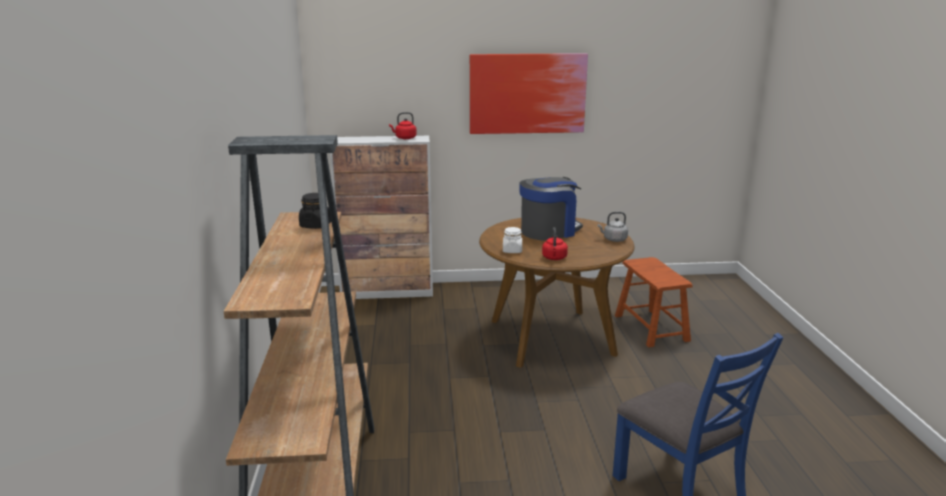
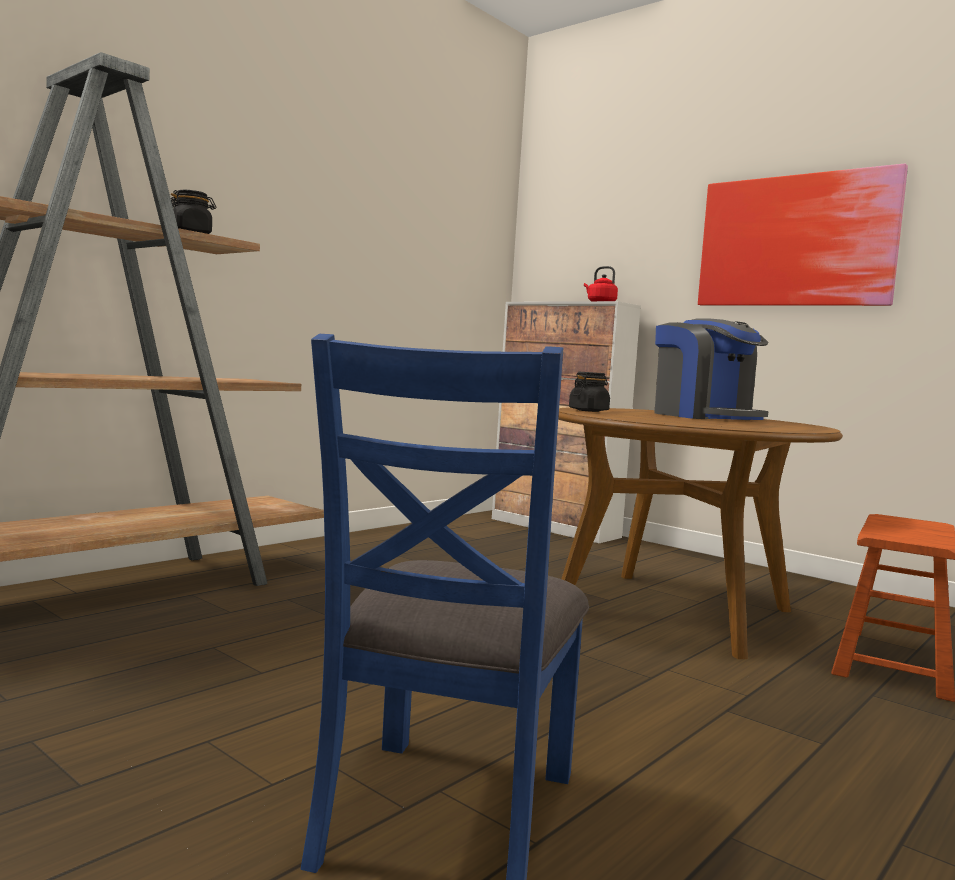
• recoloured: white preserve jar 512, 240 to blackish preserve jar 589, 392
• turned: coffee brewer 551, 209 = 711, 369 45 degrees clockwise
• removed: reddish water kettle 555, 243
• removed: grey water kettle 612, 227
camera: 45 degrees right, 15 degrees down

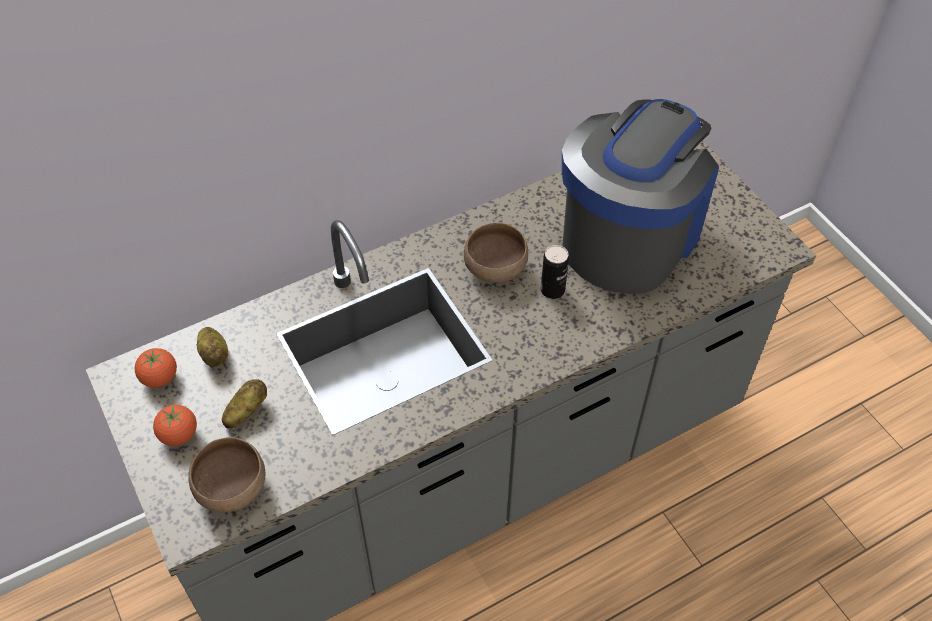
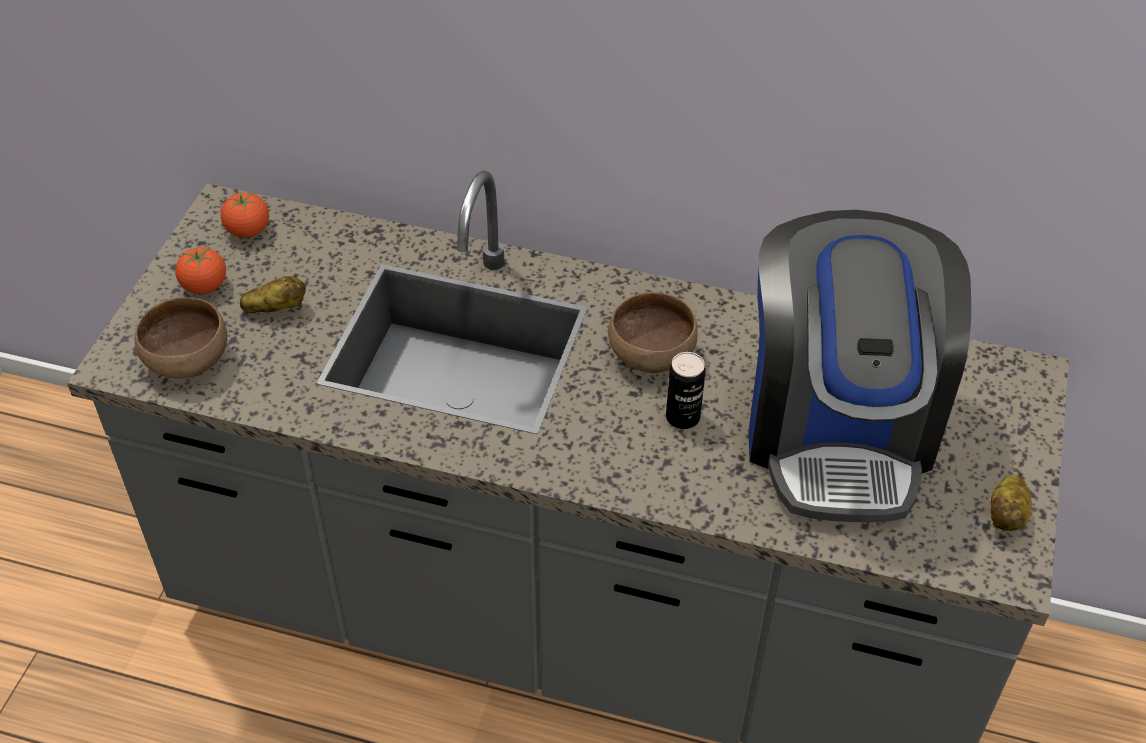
• turned: coffee brewer 640, 196 = 860, 366 105 degrees clockwise
• moved: spud 212, 347 to 1011, 503
camera: 45 degrees right, 5 degrees down

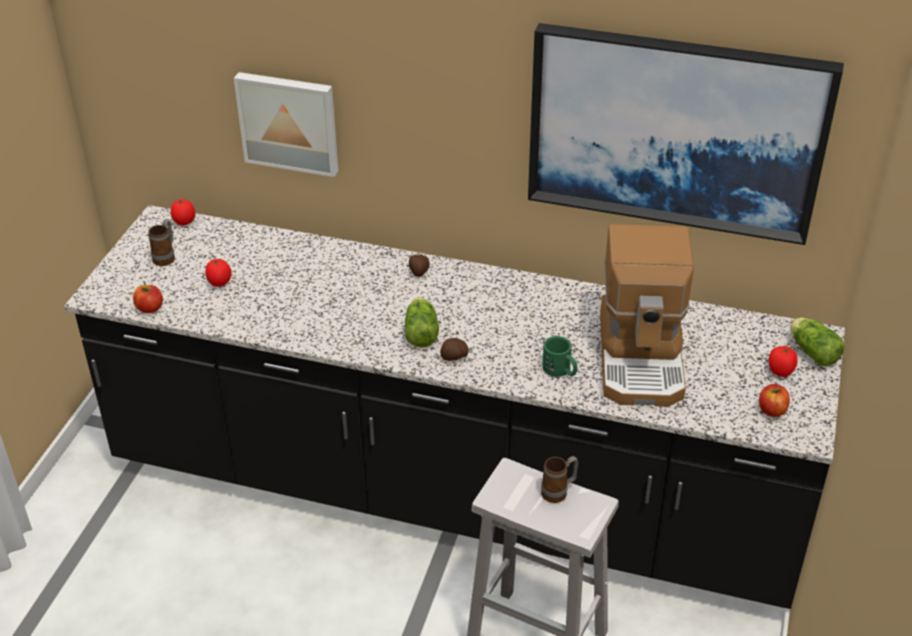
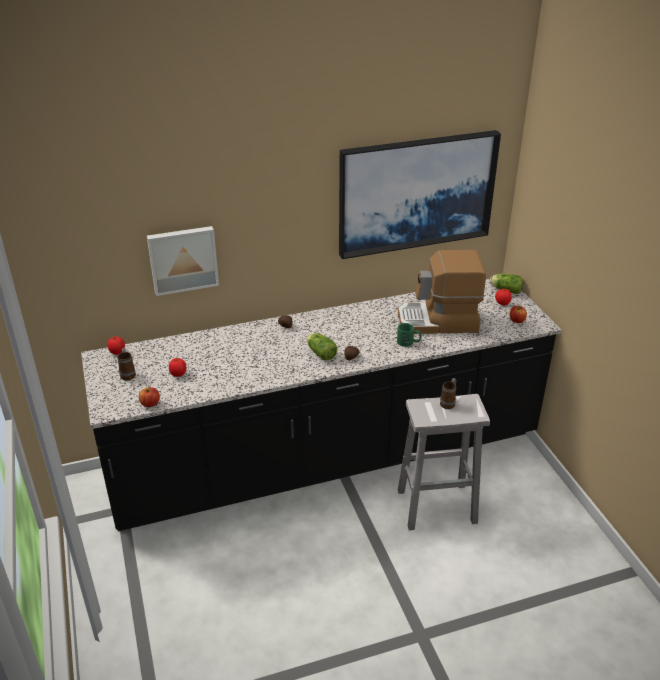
• turned: coffee brewer 647, 315 = 442, 292 120 degrees clockwise
camera: 35 degrees left, 5 degrees down

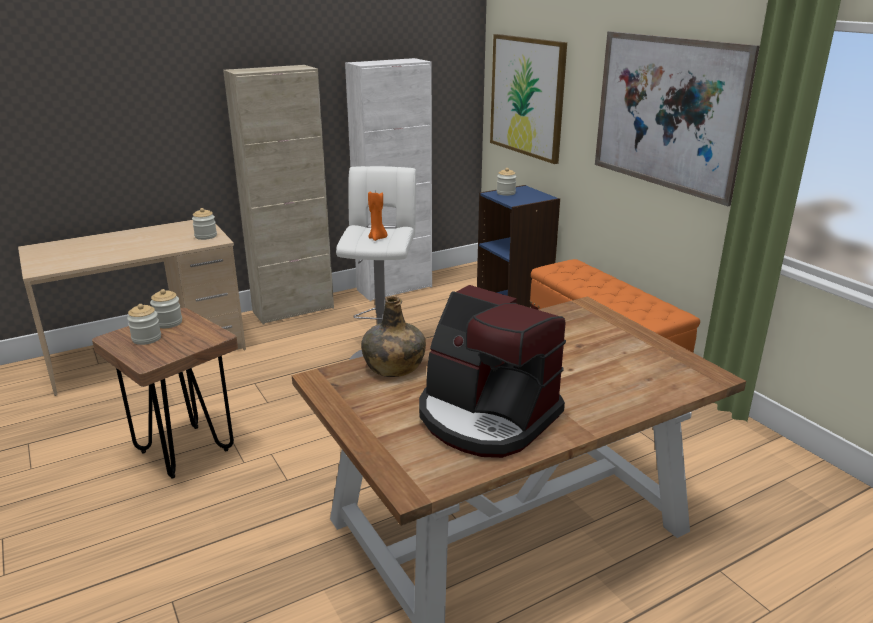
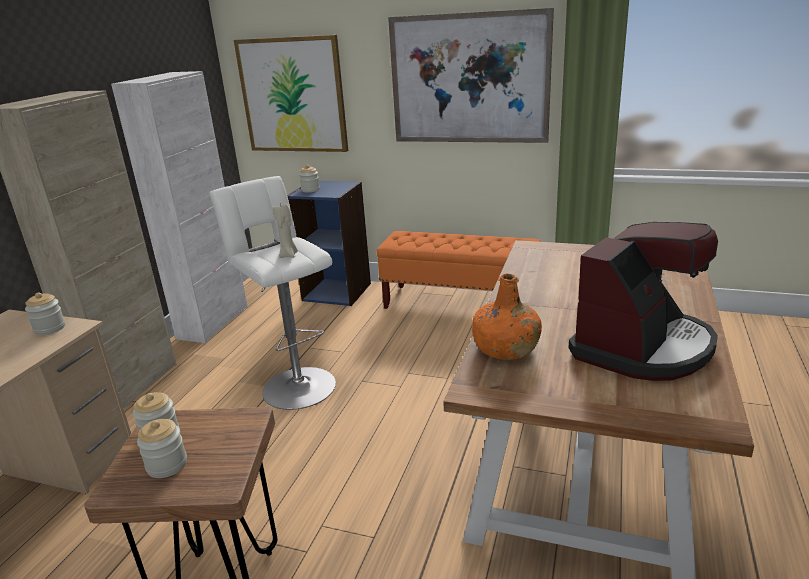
• recoloured: orange wax light 377, 215 to beige wax light 285, 230
• recoloured: green beverage bottle 393, 336 to orange beverage bottle 507, 317
• turned: coffee brewer 492, 371 = 643, 301 45 degrees counterclockwise
camera: 40 degrees left, 0 degrees up

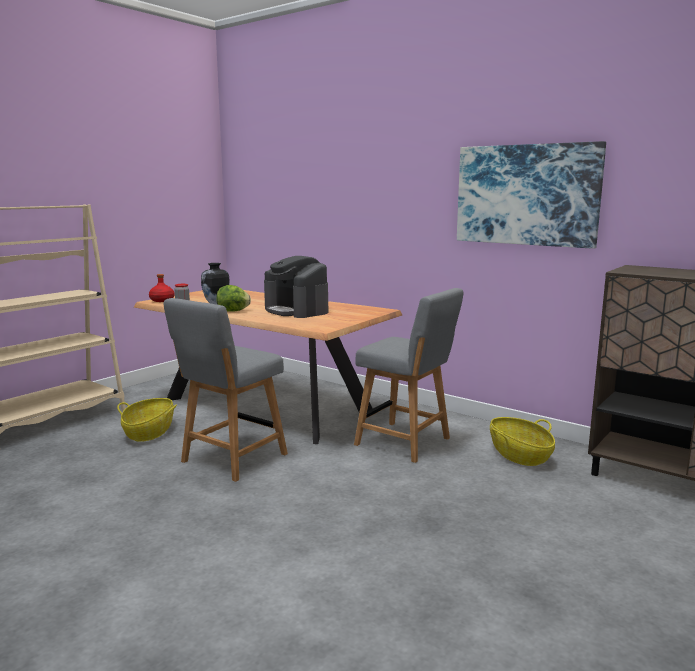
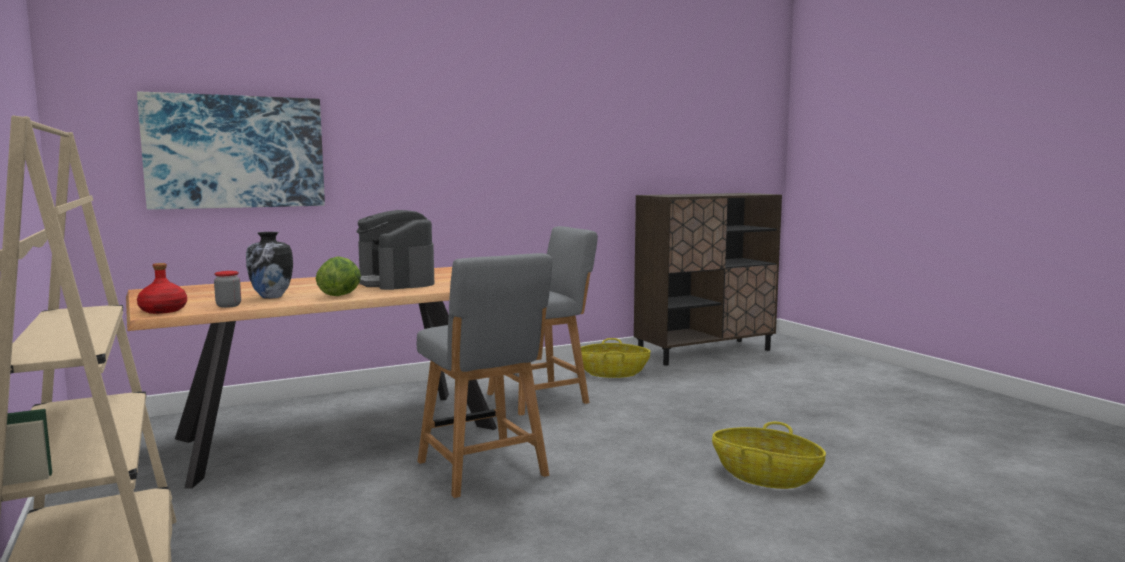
• moved: picture 531, 195 to 231, 150
• turned: coffee brewer 296, 287 = 395, 250 75 degrees clockwise
• moved: basket 147, 420 to 769, 455
camera: 65 degrees left, 5 degrees down

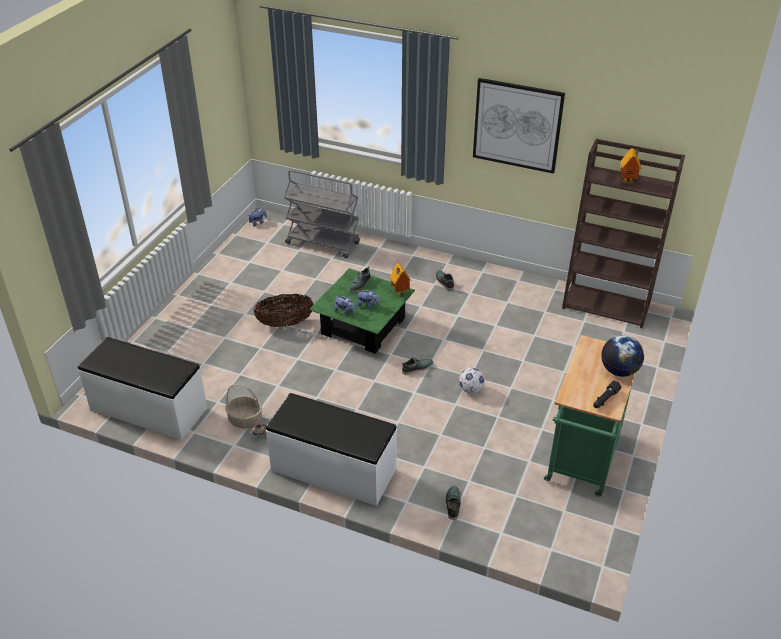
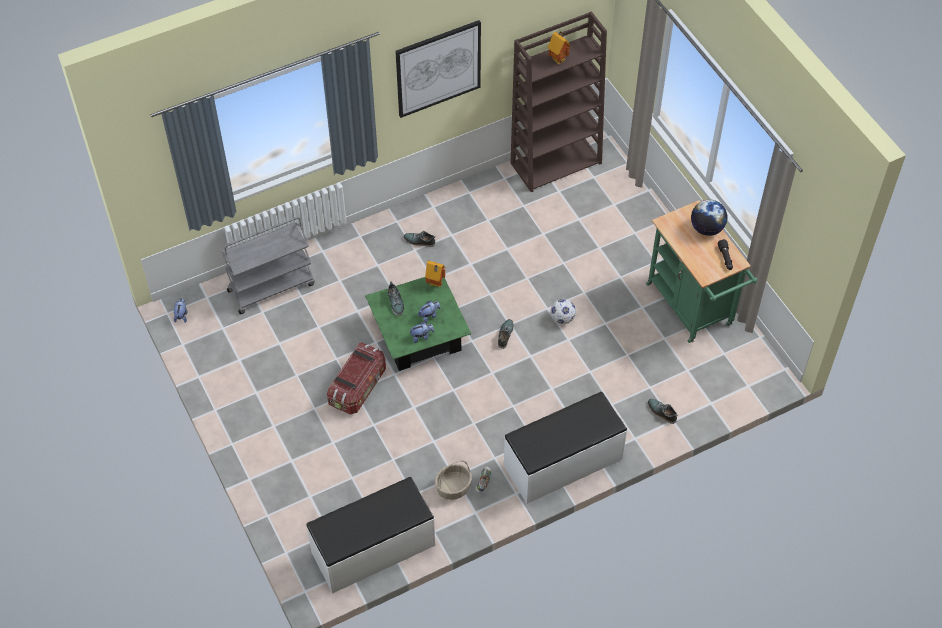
• replaced: basket 284, 310 to storage box 356, 378
camera: 50 degrees left, 15 degrees up

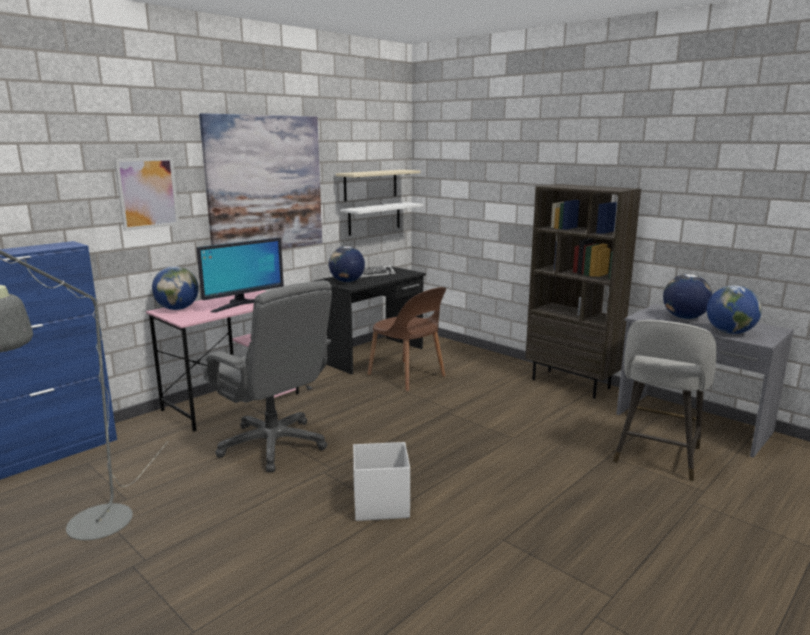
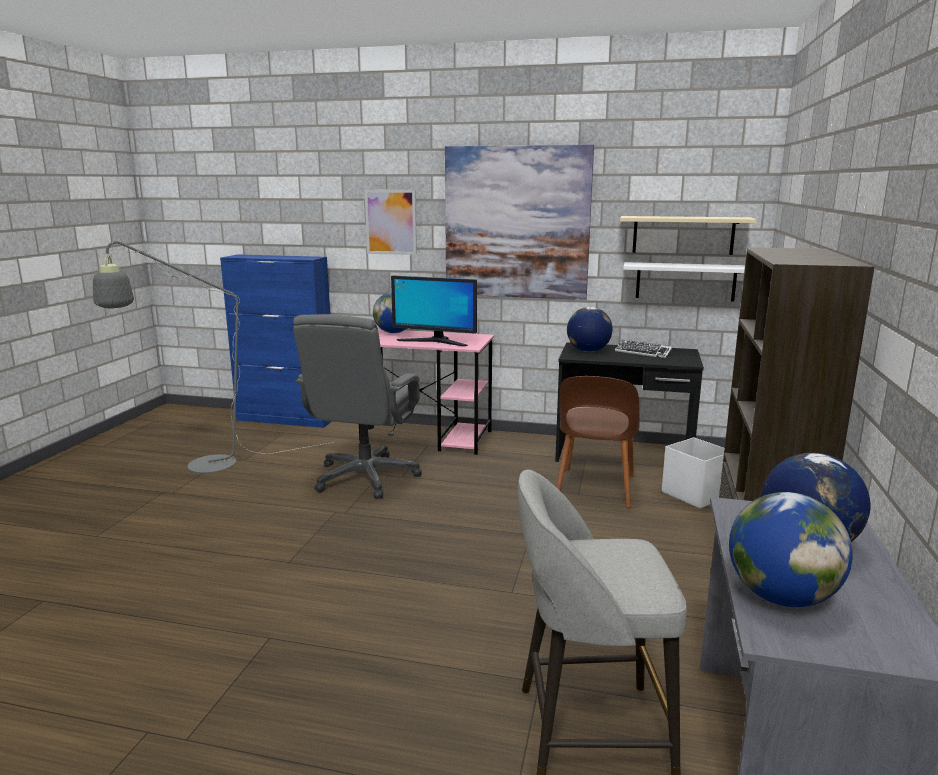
• moved: white storage box 381, 481 to 693, 472
camera: 60 degrees right, 0 degrees up

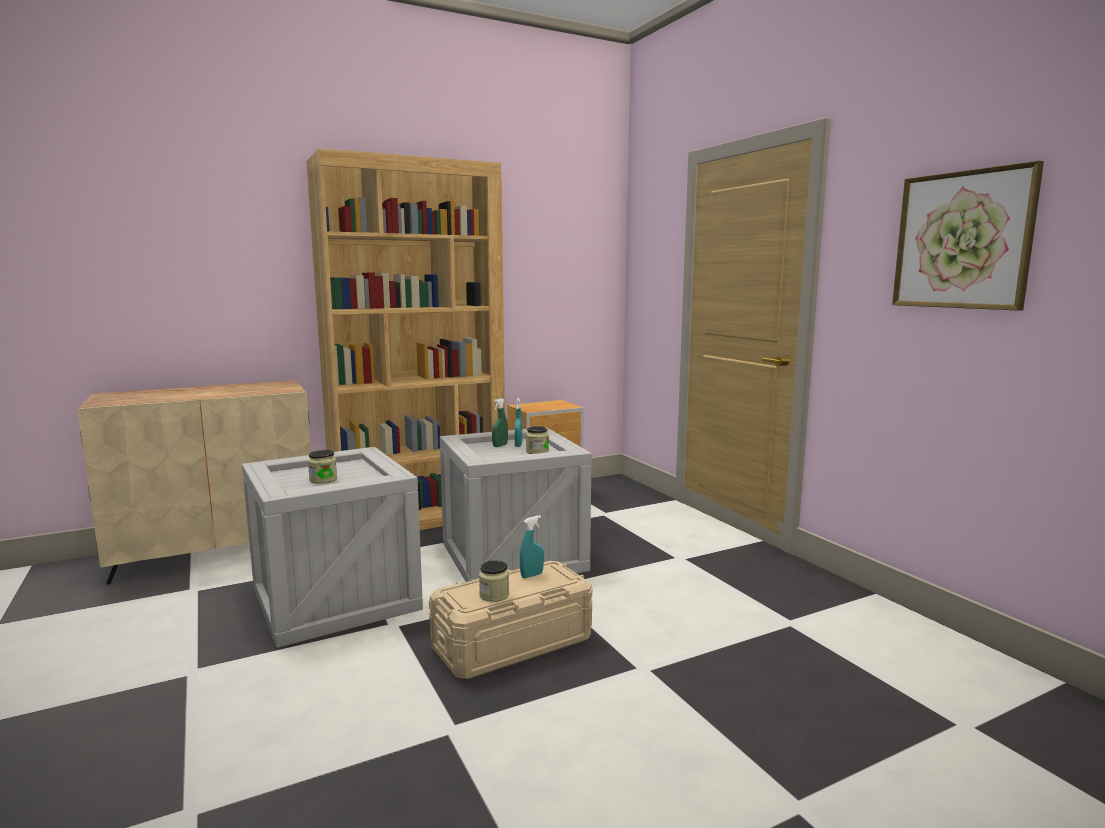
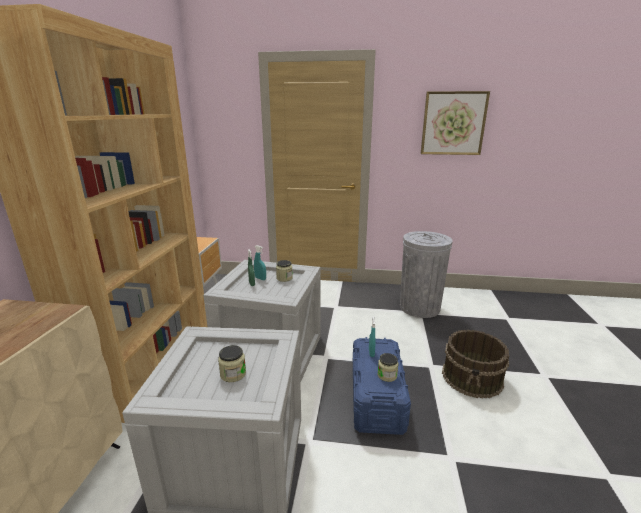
• recoloured: beige storage box 510, 620 to bluish storage box 381, 386
• added: grey waste bin 426, 274
• added: brown pail 475, 364
camera: 55 degrees left, 10 degrees up

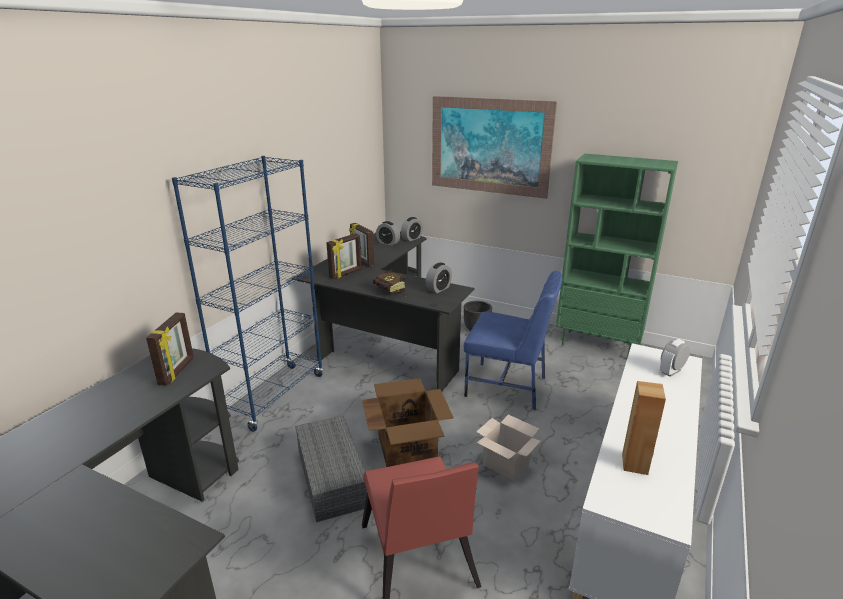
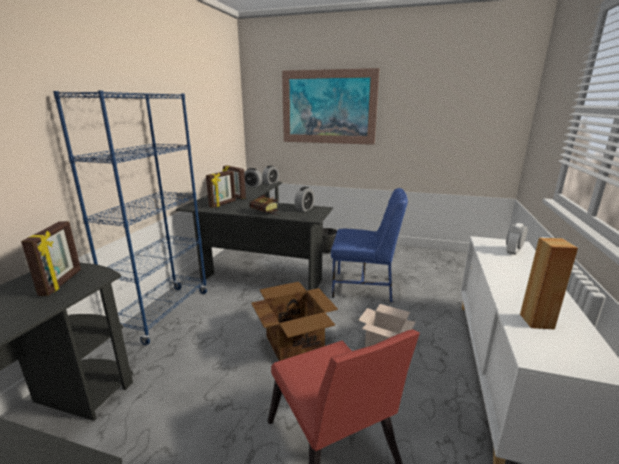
• removed: grey storage box 331, 468
• removed: green bookcase 617, 256
camera: 10 degrees left, 5 degrees down

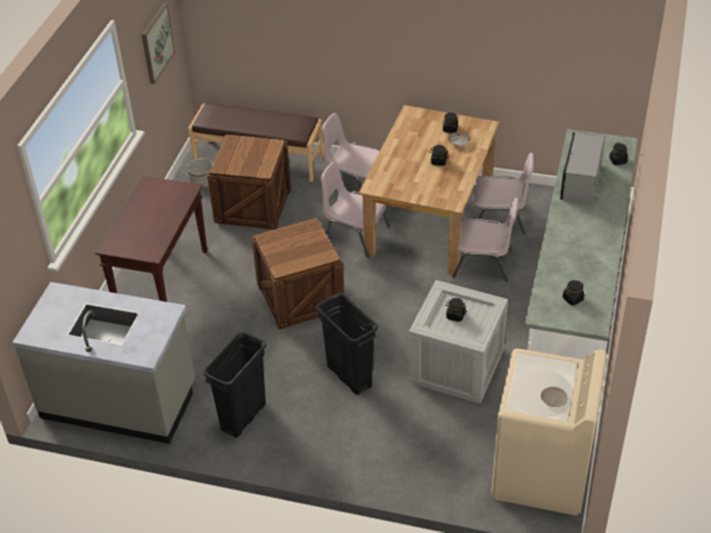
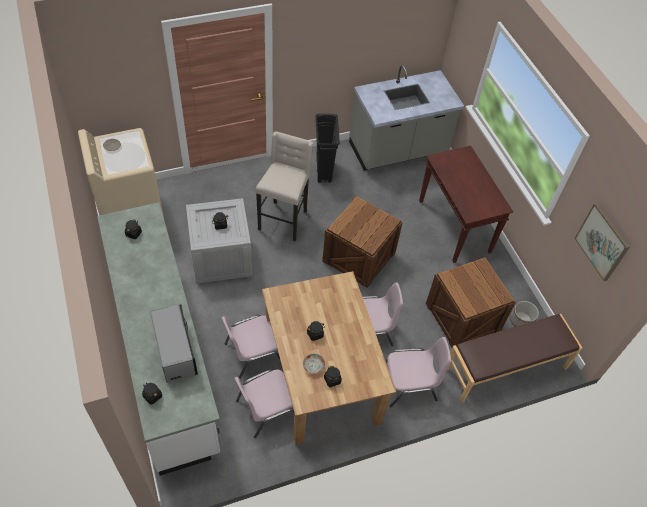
• replaced: blackish waste bin 347, 344 to beige stool 284, 186
camera: 140 degrees right, 10 degrees up

